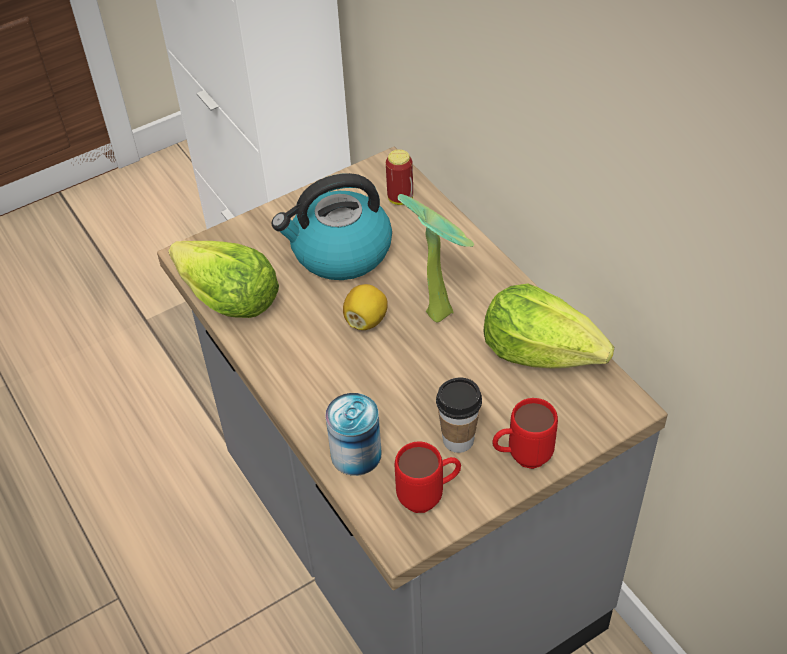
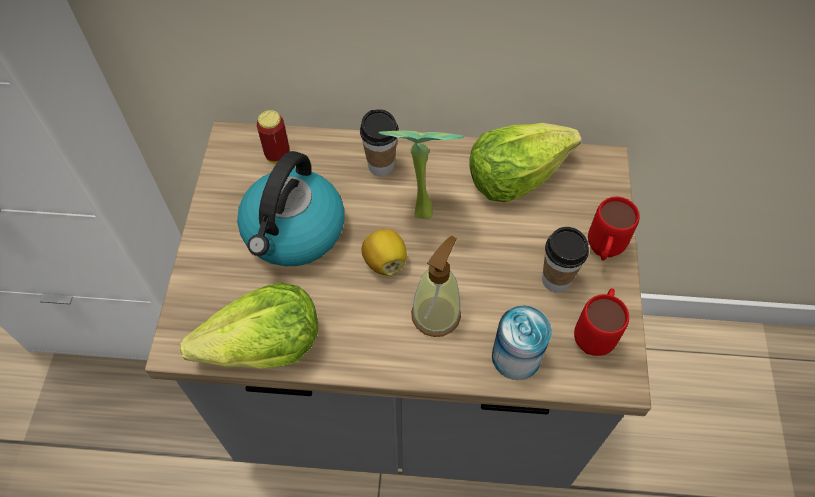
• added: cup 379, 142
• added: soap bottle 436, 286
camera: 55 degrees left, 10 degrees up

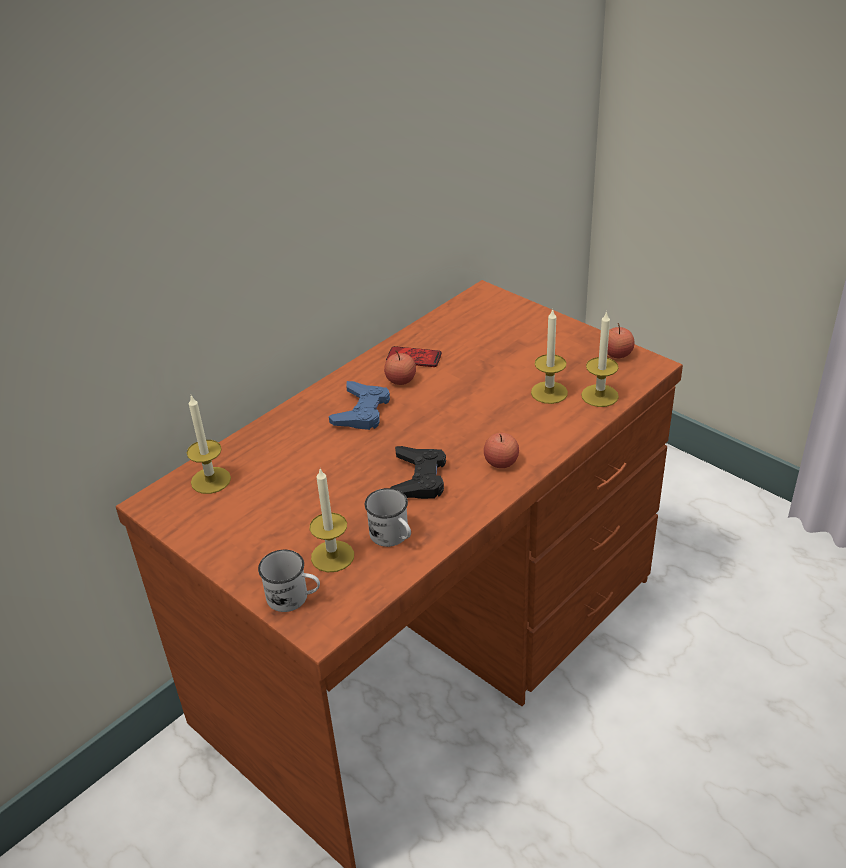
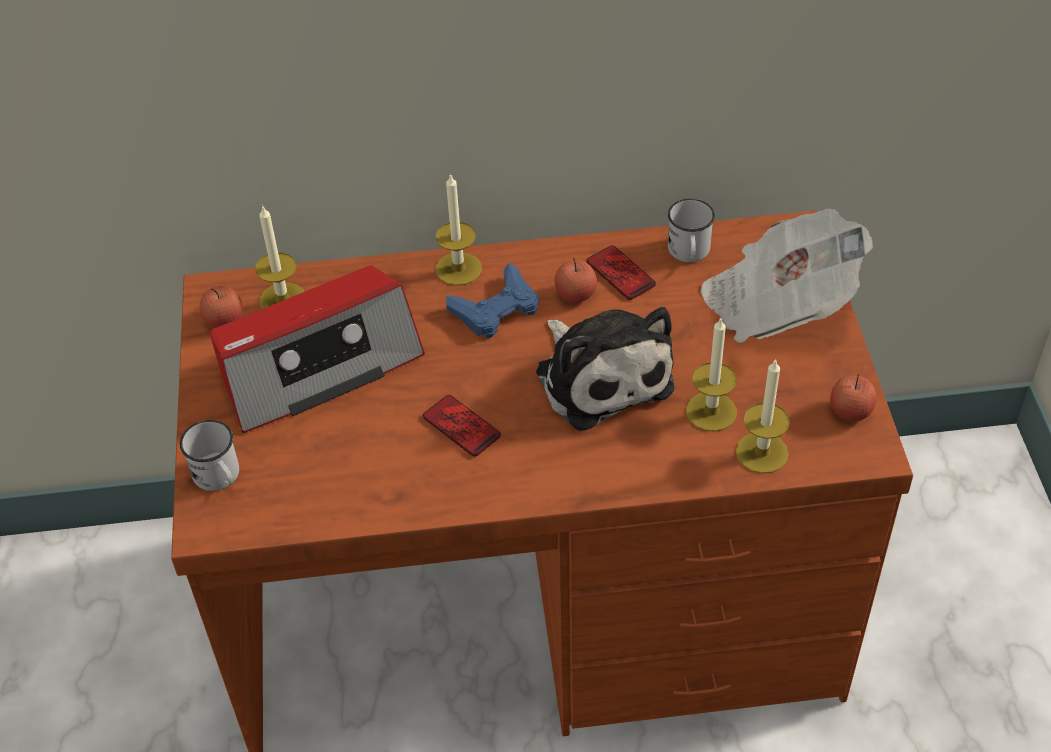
• moved: whole apple 501, 450 to 221, 307
• added: radio receiver 317, 349
• replaced: blackish joypad 418, 472 to phone 462, 426
• moved: wax light 332, 520 to 458, 229
• added: soft toy 605, 369
• moved: white mug 388, 517 to 691, 230
• added: daily paper 786, 276
camera: 40 degrees right, 10 degrees up

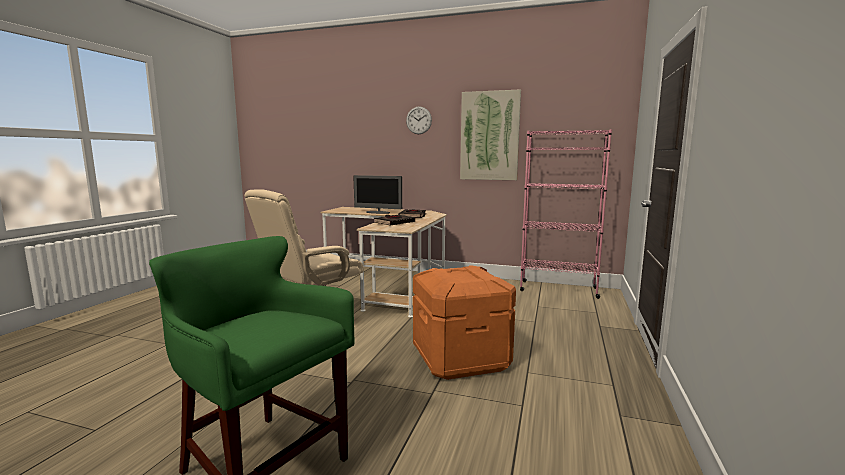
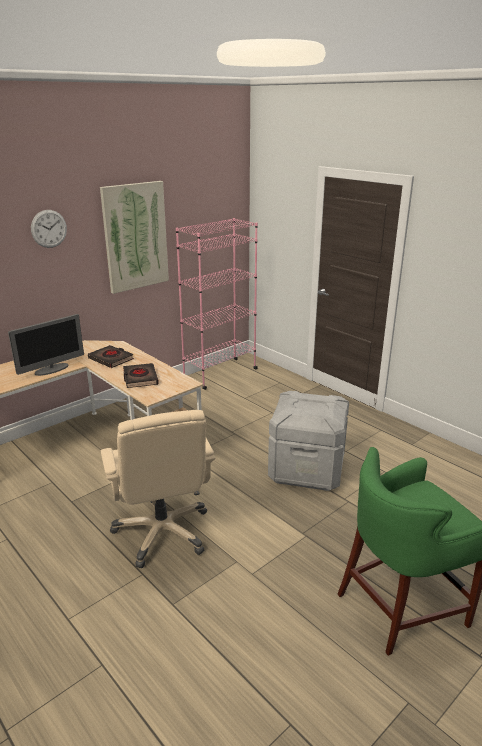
• recoloured: orange storage box 464, 322 to grey storage box 308, 441
camera: 60 degrees left, 15 degrees up

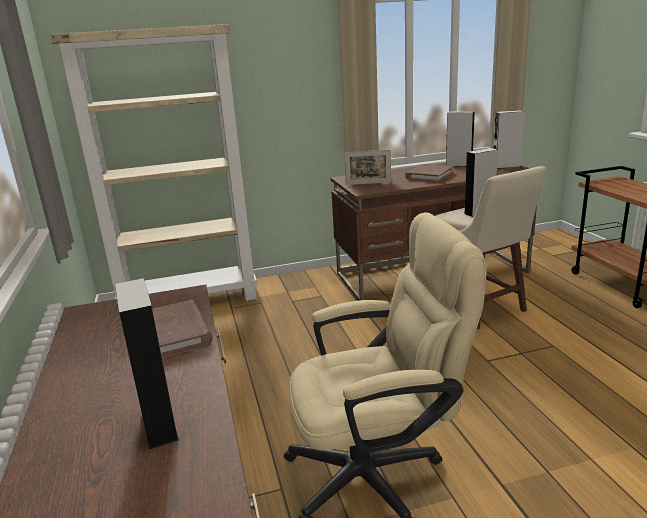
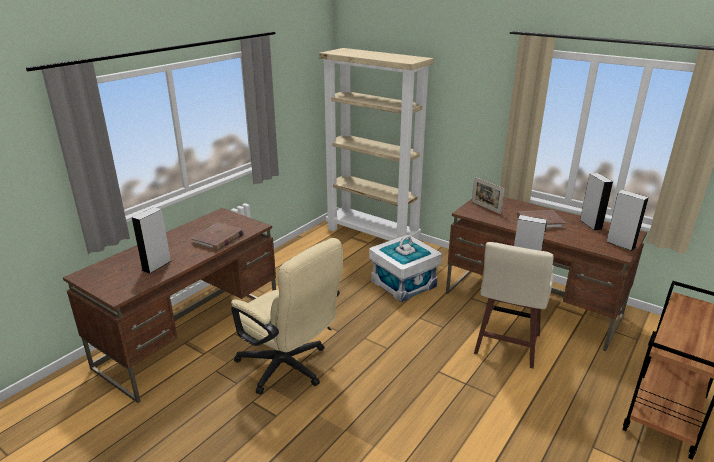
• added: white storage box 405, 268
camera: 50 degrees right, 5 degrees up

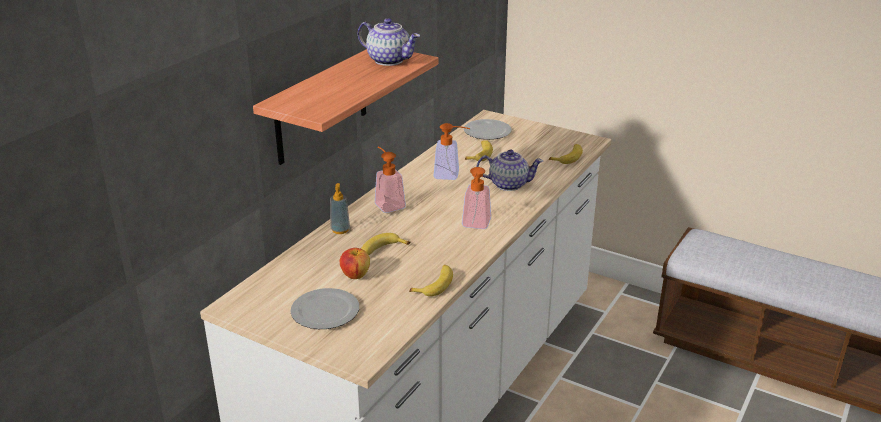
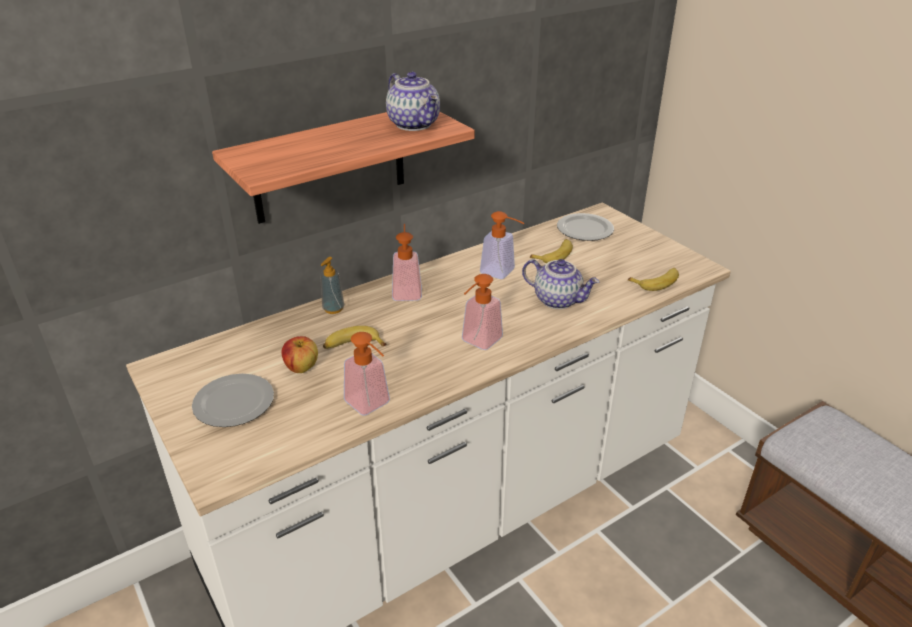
• replaced: banana fruit 431, 280 to soap bottle 367, 374
camera: 25 degrees right, 5 degrees up

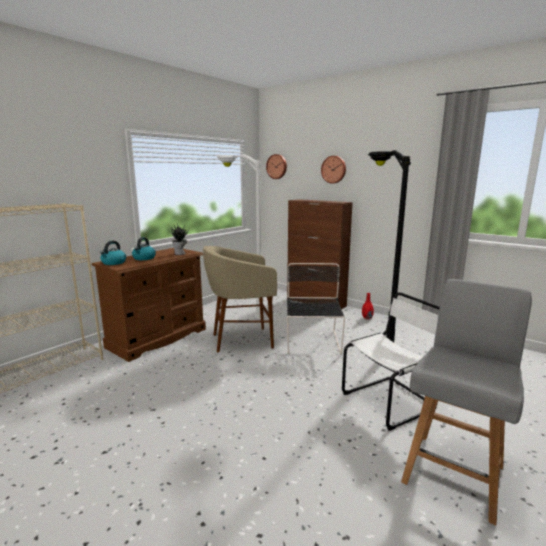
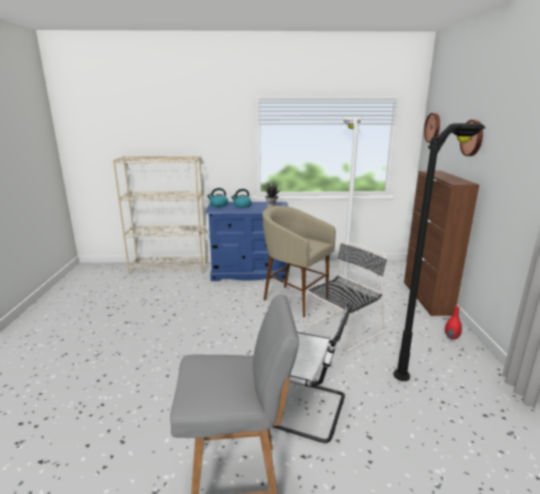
• recoloured: brown dresser 149, 305 to bluish dresser 247, 241
camera: 50 degrees right, 5 degrees up

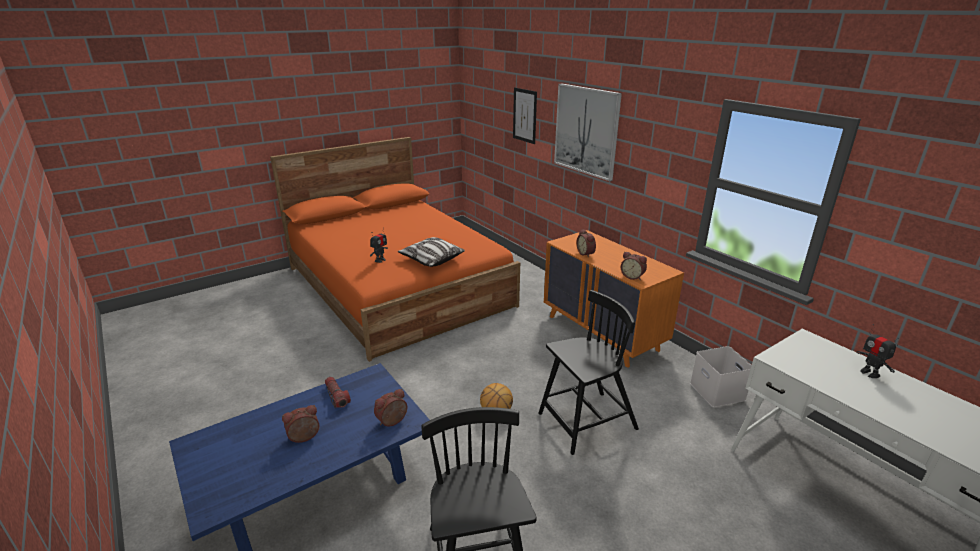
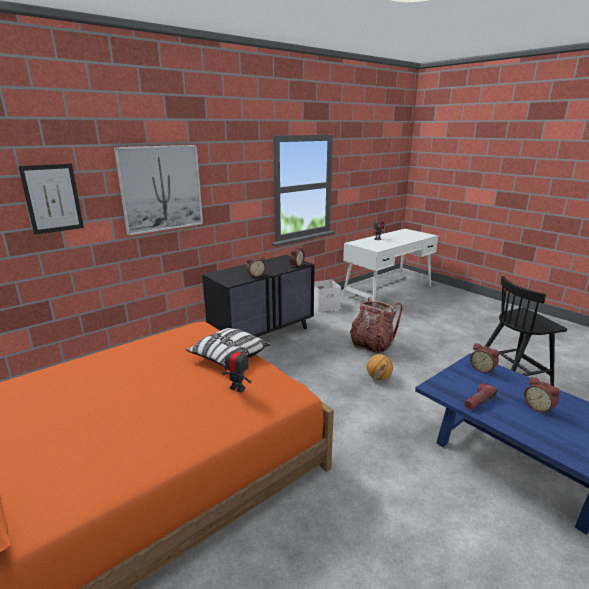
• recoloured: orange dresser 614, 299 to blackish dresser 258, 296
• replaced: blackish chair 588, 372 to rucksack 376, 325
camera: 95 degrees left, 5 degrees down

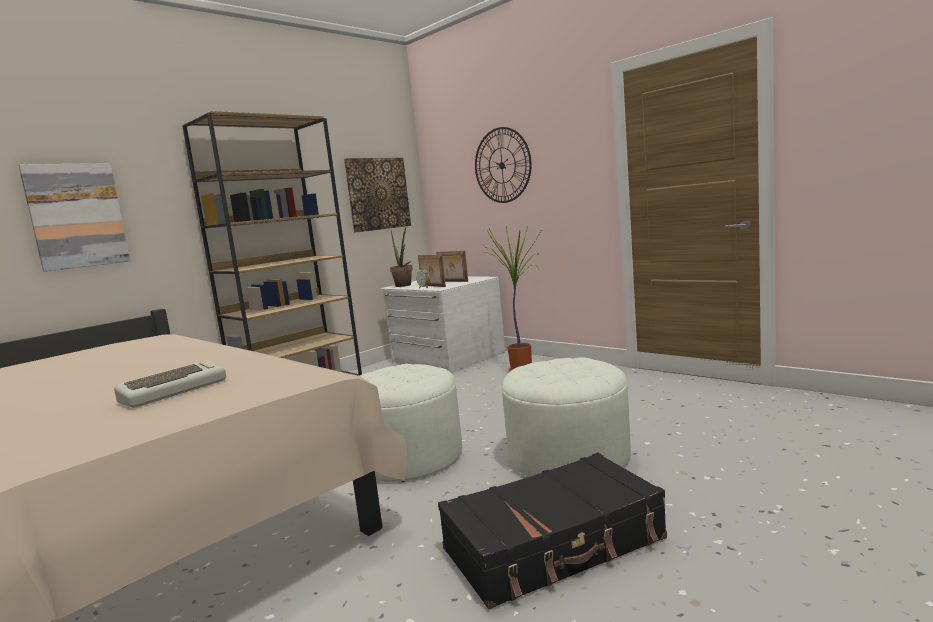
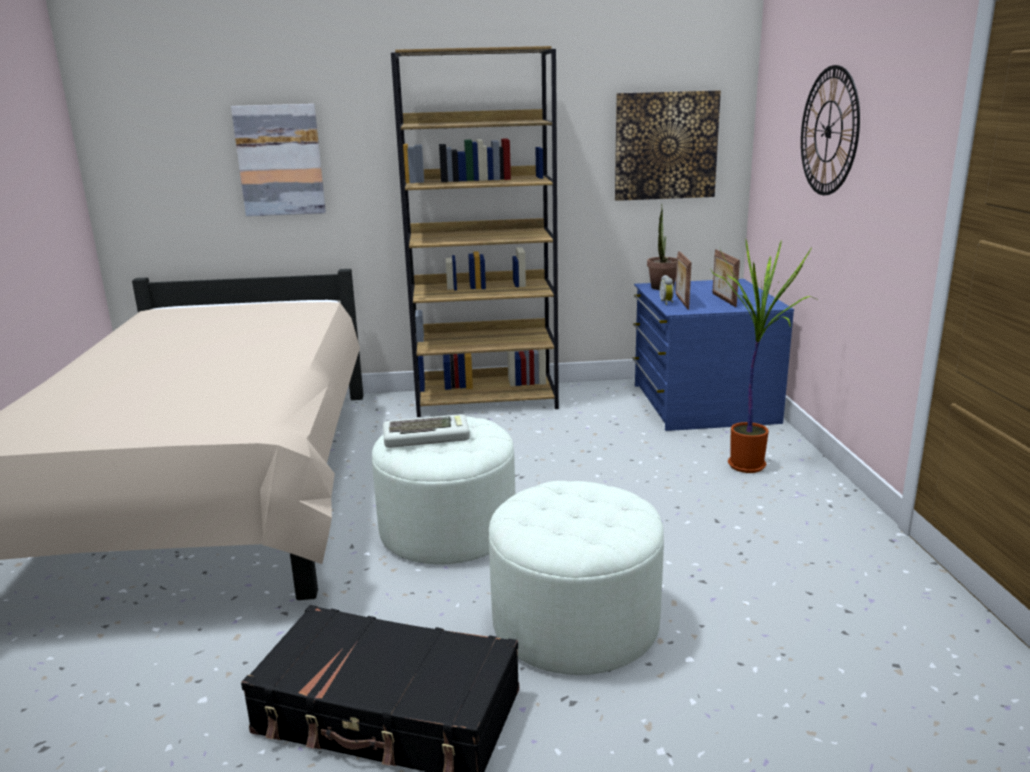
• moved: computer keyboard 170, 384 to 426, 431
• recoloured: white dresser 442, 324 to bluish dresser 713, 355
camera: 40 degrees right, 10 degrees up

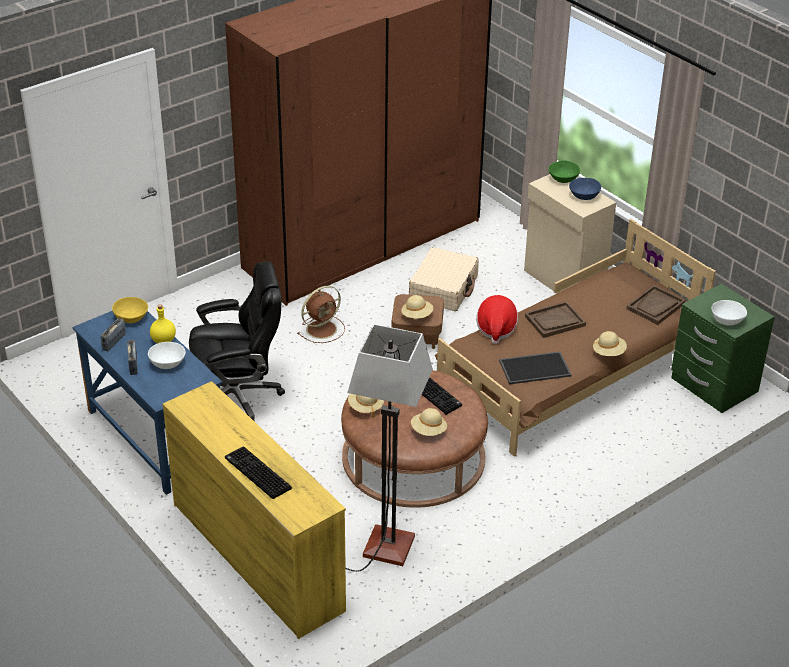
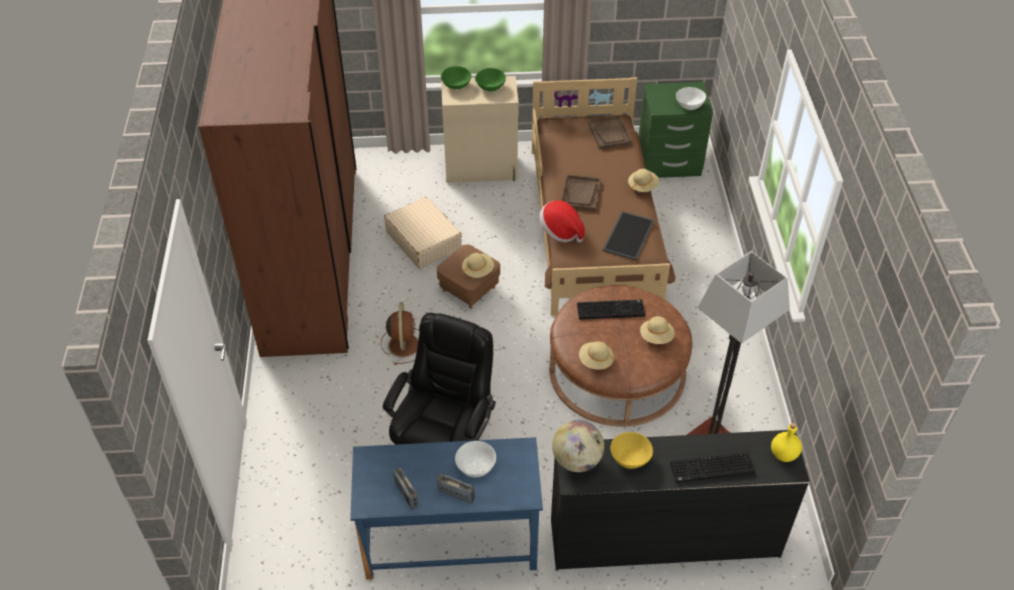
• recoloured: bluish bowl 585, 189 to green bowl 490, 79
• recoloured: yellow-coloured dresser 254, 510 to blackish dresser 680, 500
• added: globe 578, 446
• moved: yellow-coloured bowl 130, 310 to 631, 450
• moved: yellow-coloured beverage bottle 163, 323 to 786, 442
camera: 55 degrees left, 10 degrees up

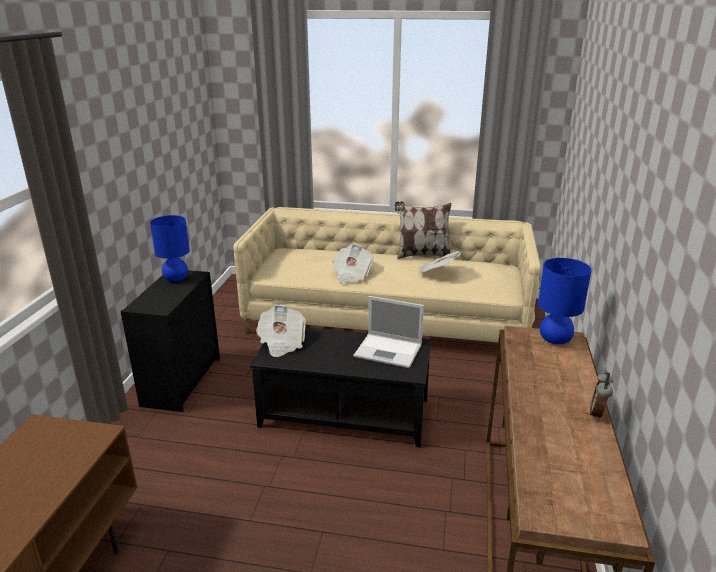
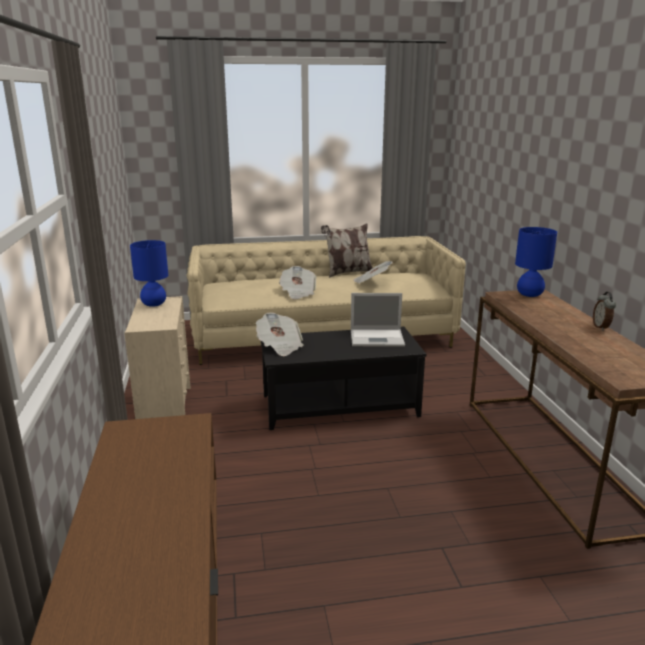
• recoloured: blackish dresser 170, 341 to beige dresser 157, 357
camera: 20 degrees left, 5 degrees down

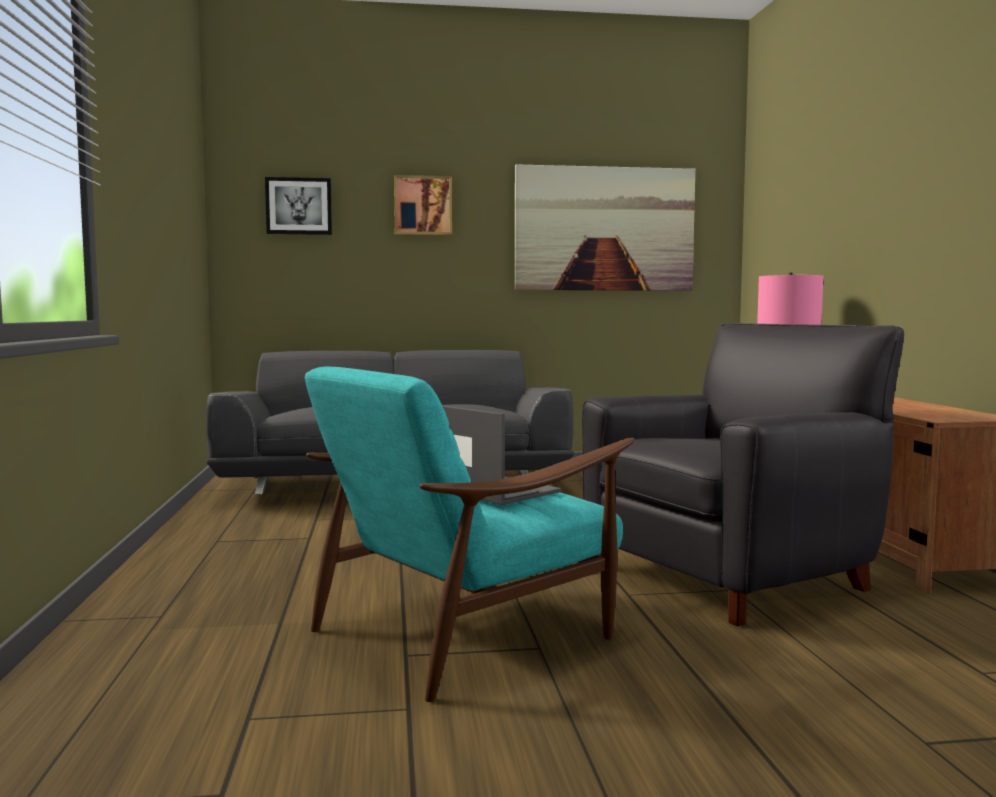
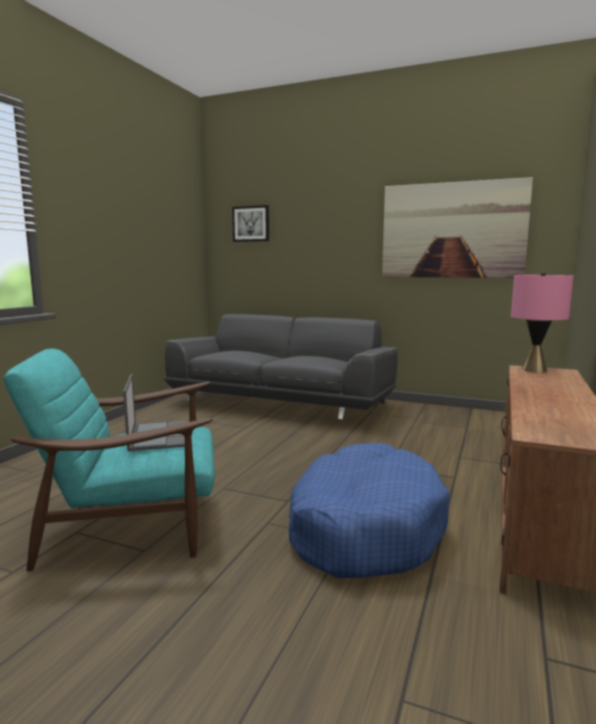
• replaced: blackish easy chair 743, 474 to bluish pet bed 369, 510
• removed: picture 423, 205
camera: 30 degrees right, 5 degrees up

